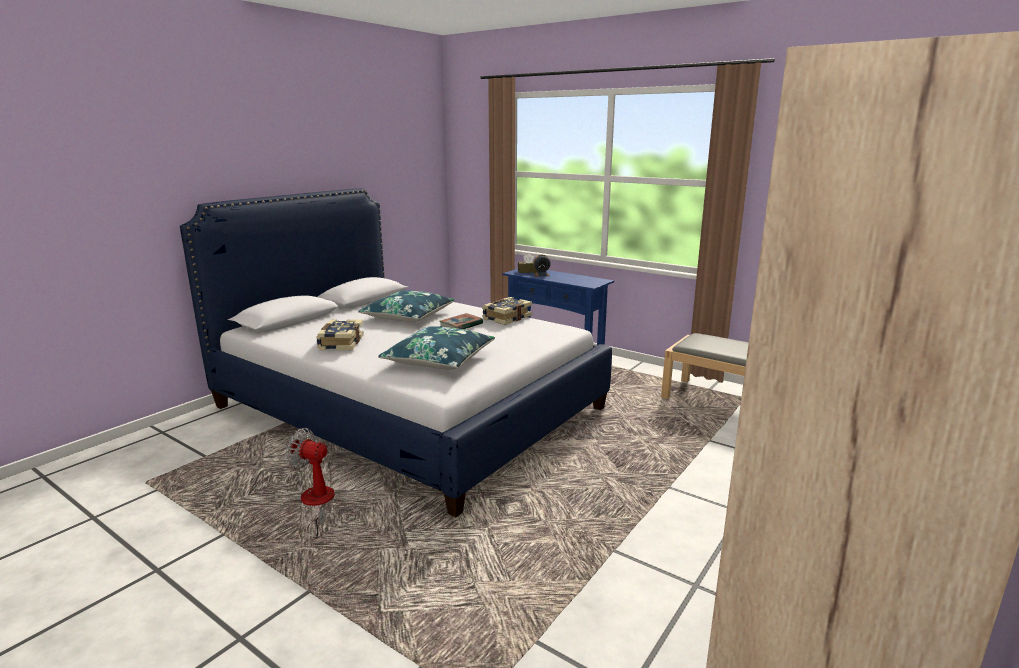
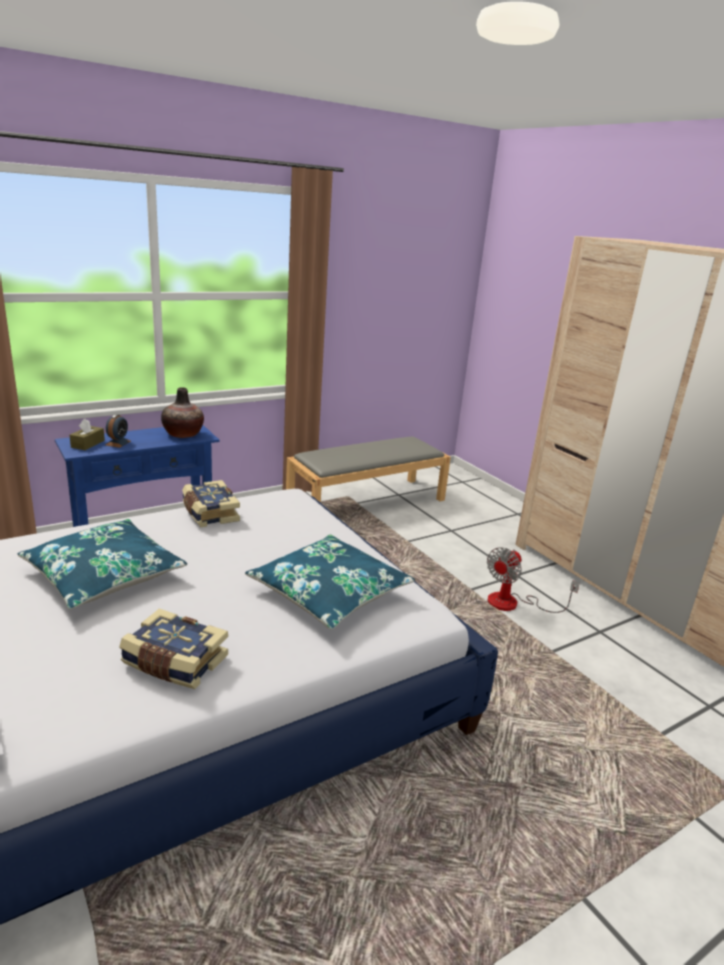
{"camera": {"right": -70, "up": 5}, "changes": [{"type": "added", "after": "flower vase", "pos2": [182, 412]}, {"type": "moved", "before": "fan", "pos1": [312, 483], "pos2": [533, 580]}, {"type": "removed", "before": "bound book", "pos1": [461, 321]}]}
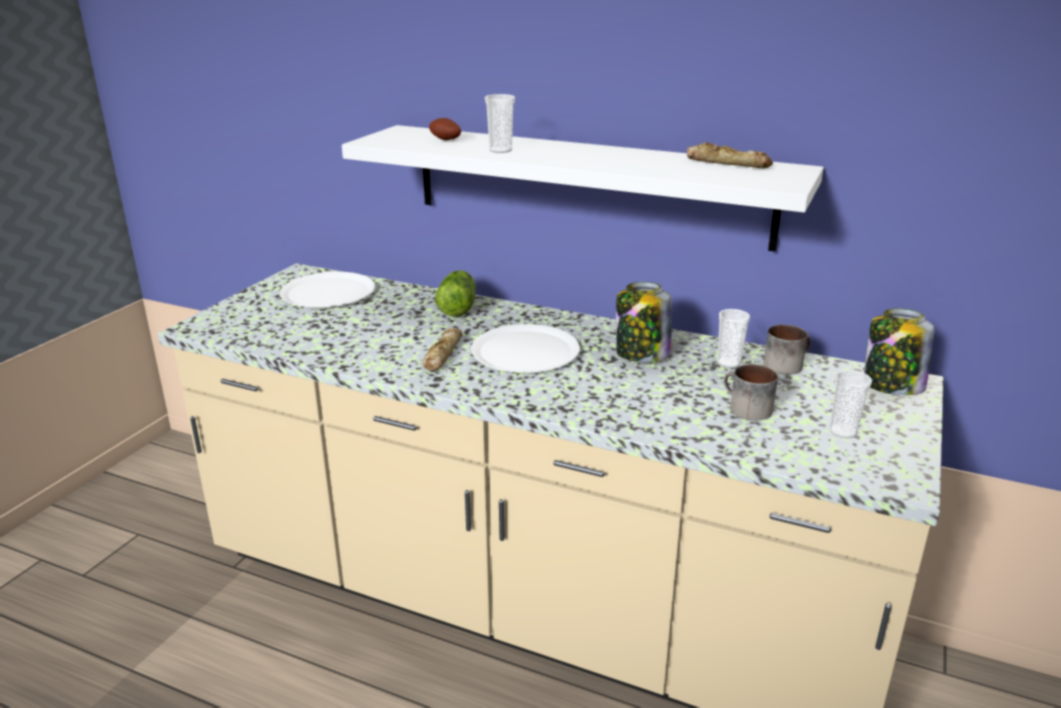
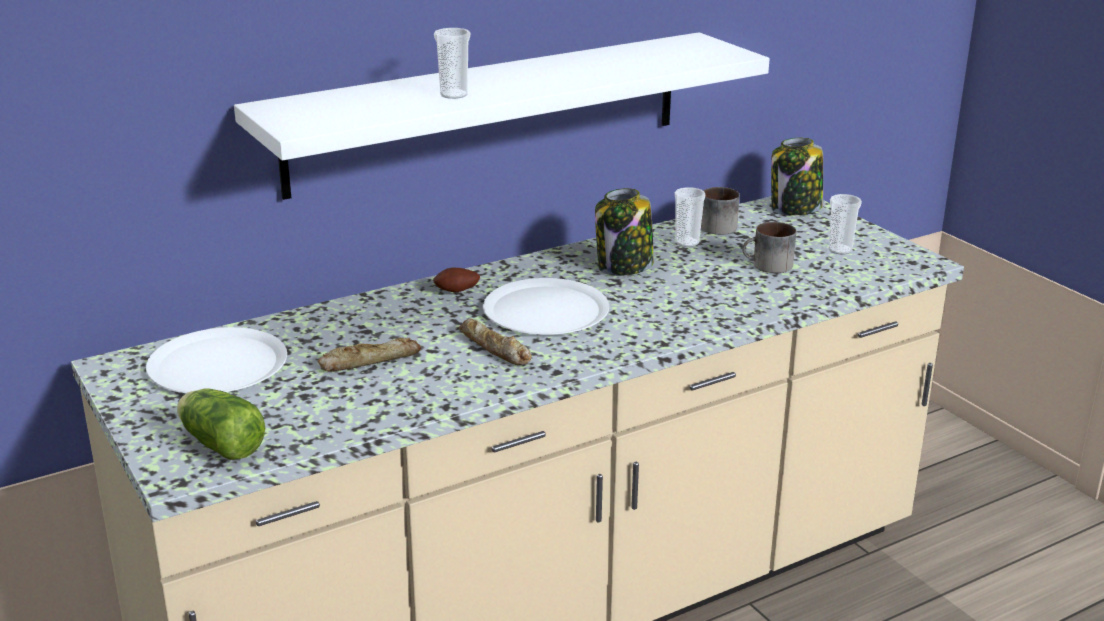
{"camera": {"right": -55, "up": 0}, "changes": [{"type": "moved", "before": "lettuce", "pos1": [455, 293], "pos2": [221, 424]}, {"type": "moved", "before": "baked bread", "pos1": [730, 155], "pos2": [369, 355]}, {"type": "moved", "before": "spud", "pos1": [445, 129], "pos2": [456, 280]}]}
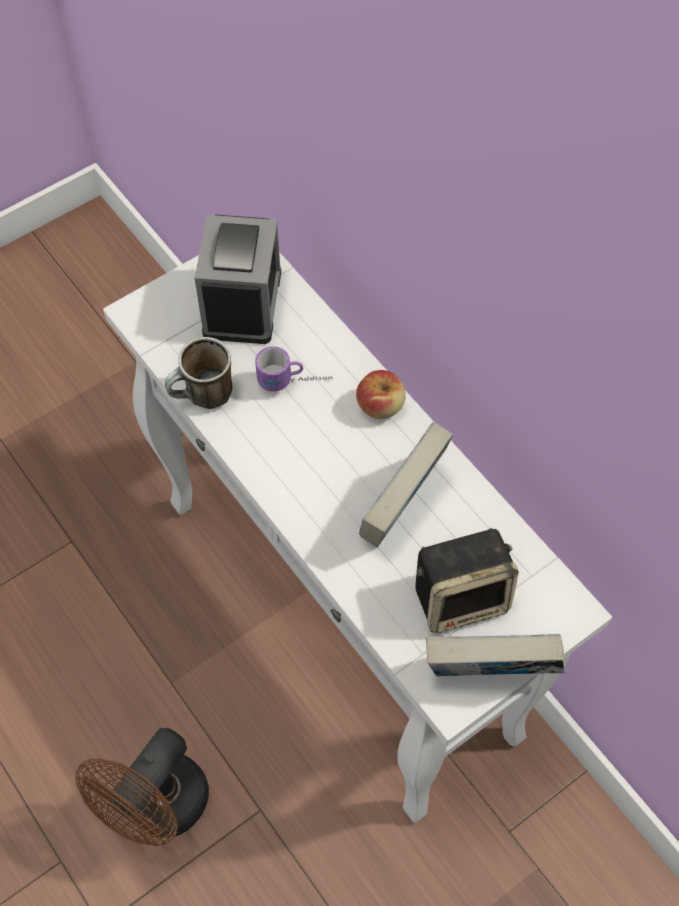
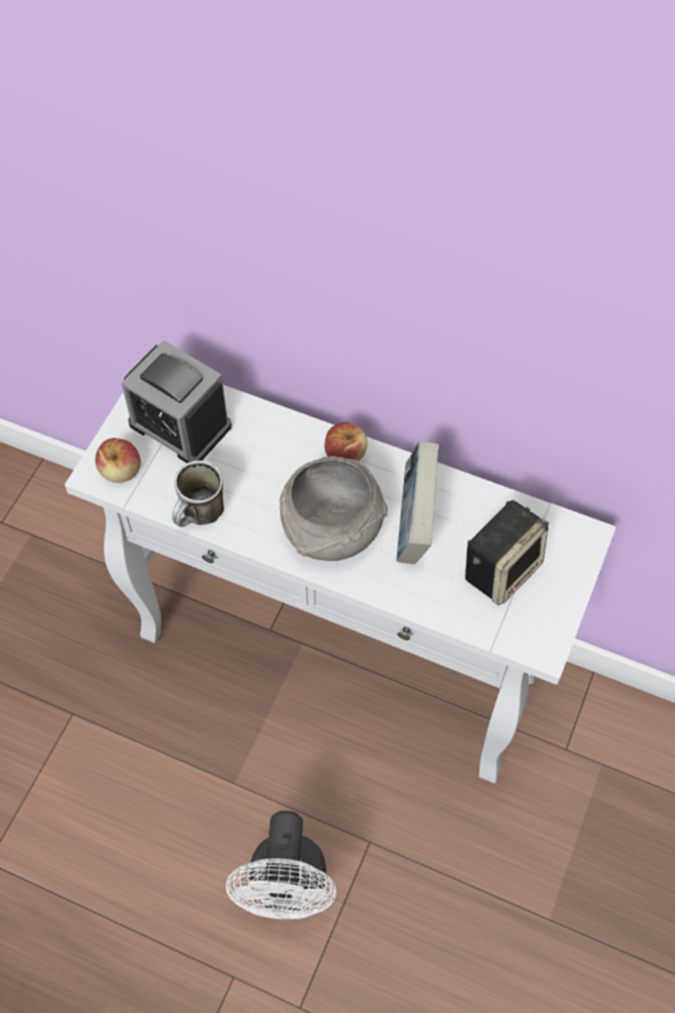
{"camera": {"right": -30, "up": 0}, "changes": [{"type": "added", "after": "whole apple", "pos2": [118, 460]}, {"type": "turned", "before": "alarm clock", "pos1": [238, 279], "pos2": [176, 401], "turn": 150}, {"type": "recoloured", "before": "fan in brownish", "after": "fan in white-coloured", "pos1": [142, 787], "pos2": [281, 865]}, {"type": "added", "after": "deep dish in greyish", "pos2": [334, 508]}, {"type": "removed", "before": "mug", "pos1": [293, 369]}, {"type": "removed", "before": "bound book", "pos1": [495, 655]}]}
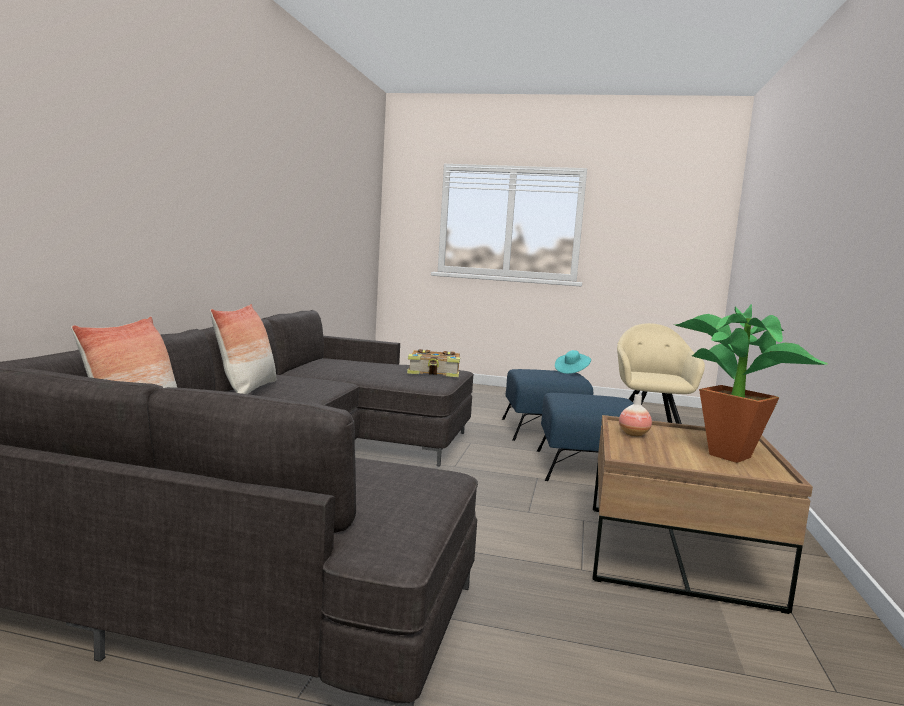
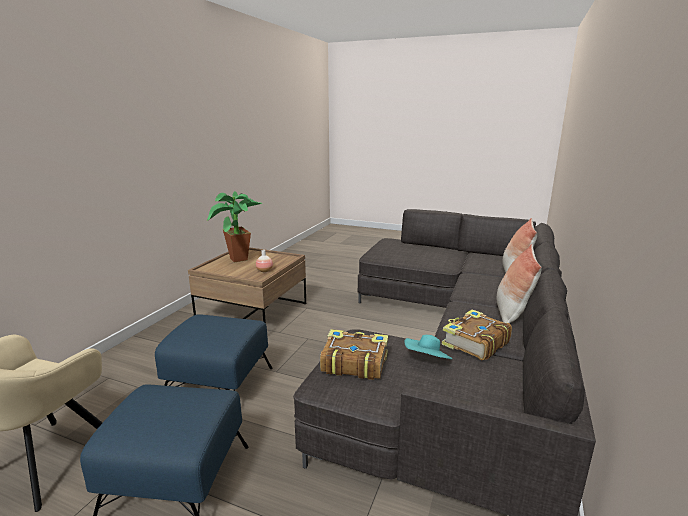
{"camera": {"right": -170, "up": 10}, "changes": [{"type": "moved", "before": "hat in turquoise-coloured", "pos1": [573, 362], "pos2": [428, 347]}, {"type": "added", "after": "bound book", "pos2": [477, 334]}]}
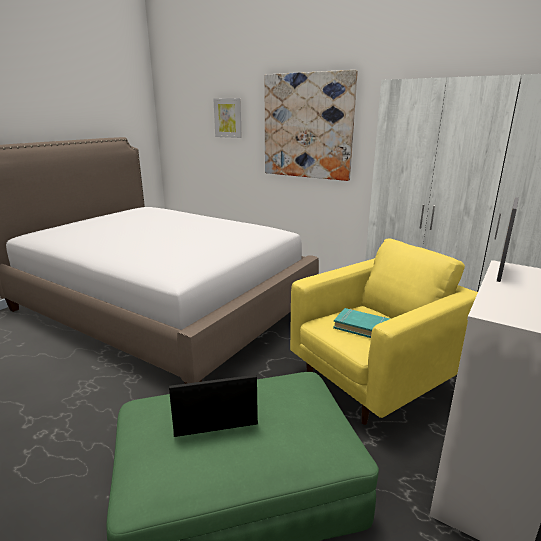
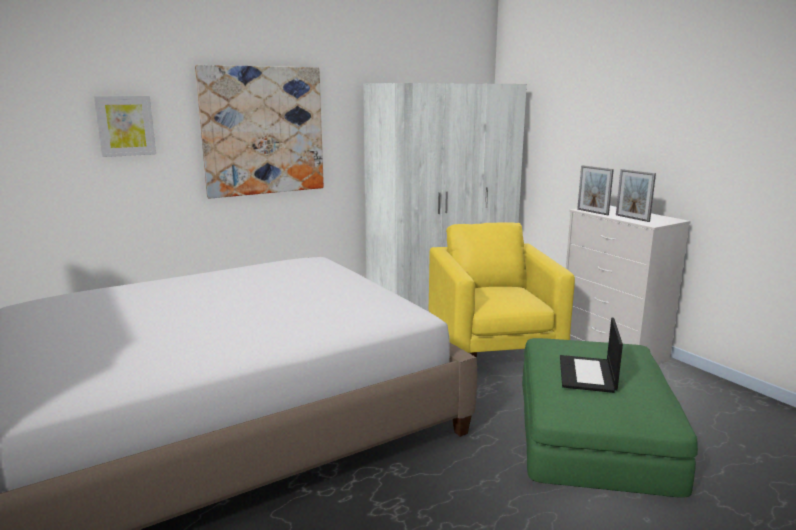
{"camera": {"right": -65, "up": -5}, "changes": [{"type": "added", "after": "photo frame", "pos2": [636, 195]}, {"type": "removed", "before": "bound book in turquoise-coloured", "pos1": [361, 323]}]}
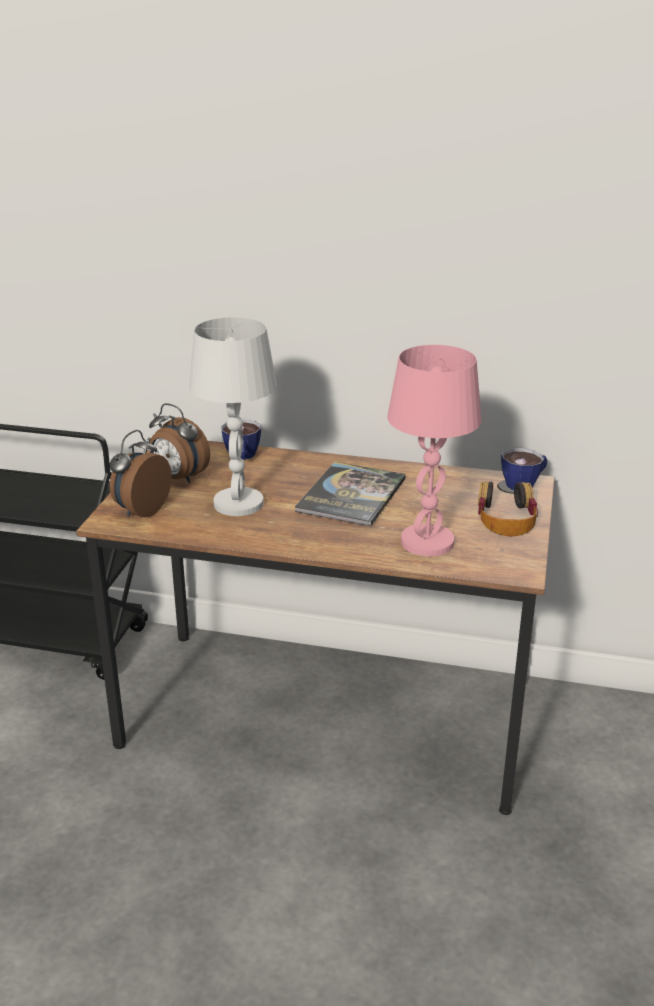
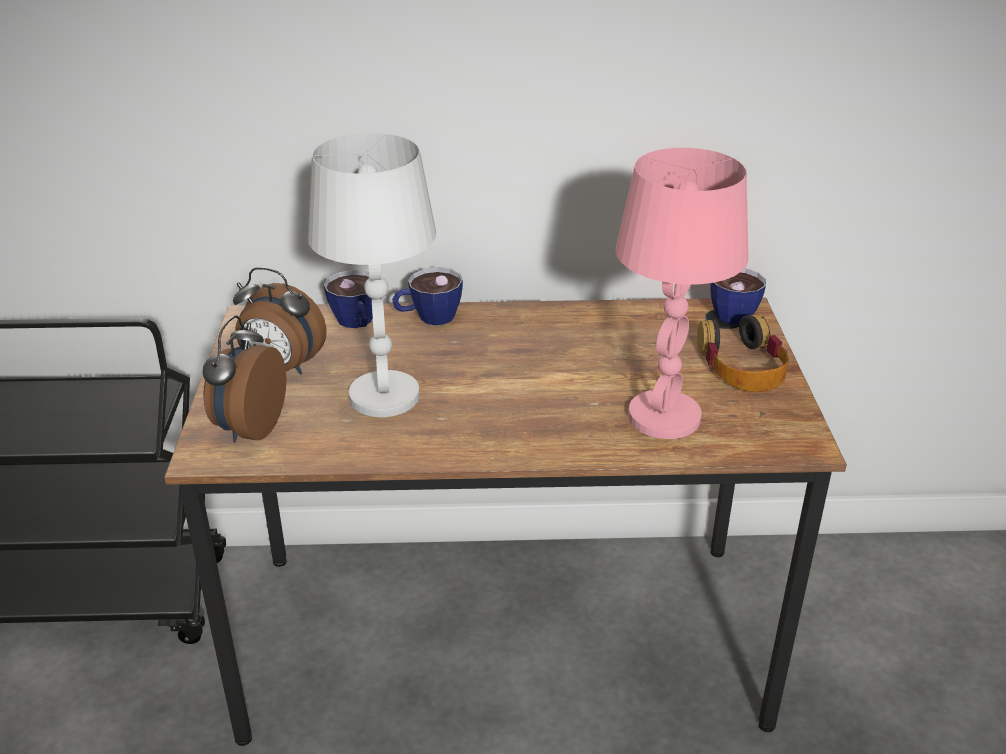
{"camera": {"right": -15, "up": 5}, "changes": [{"type": "added", "after": "cup", "pos2": [427, 296]}, {"type": "removed", "before": "bound book", "pos1": [350, 494]}]}
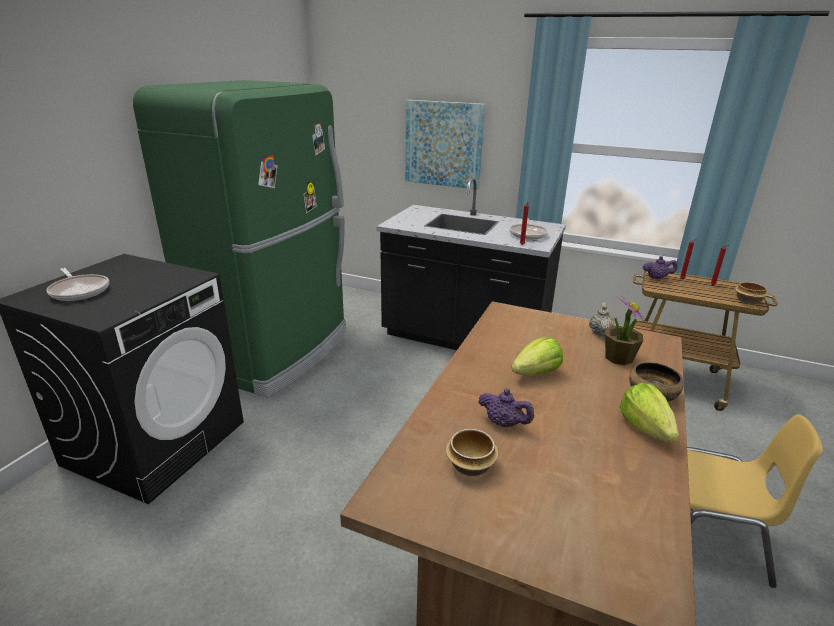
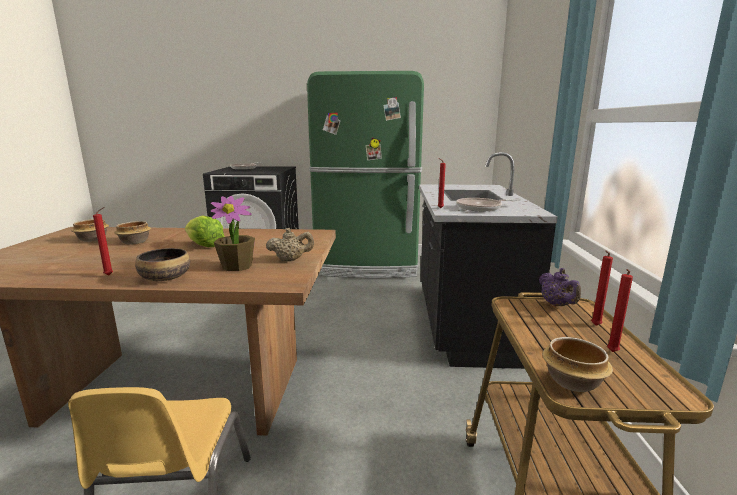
{"camera": {"right": 70, "up": -10}, "changes": [{"type": "replaced", "before": "lettuce", "after": "candle in reddish", "pos1": [649, 412], "pos2": [103, 241]}, {"type": "replaced", "before": "teapot in purplish", "after": "deep dish", "pos1": [506, 407], "pos2": [132, 233]}, {"type": "removed", "before": "picture", "pos1": [445, 144]}]}
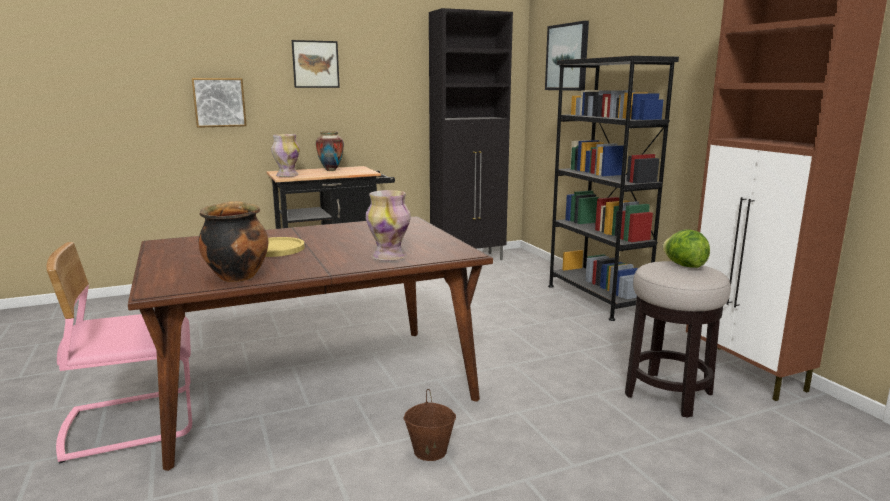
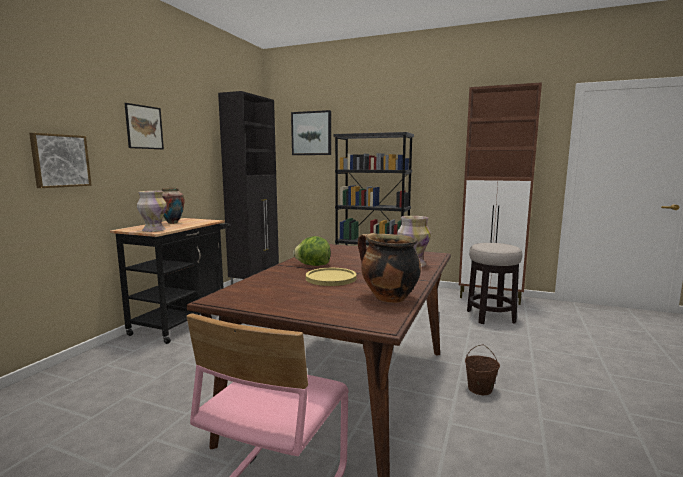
{"camera": {"right": -45, "up": -5}, "changes": [{"type": "moved", "before": "lettuce", "pos1": [686, 248], "pos2": [312, 251]}]}
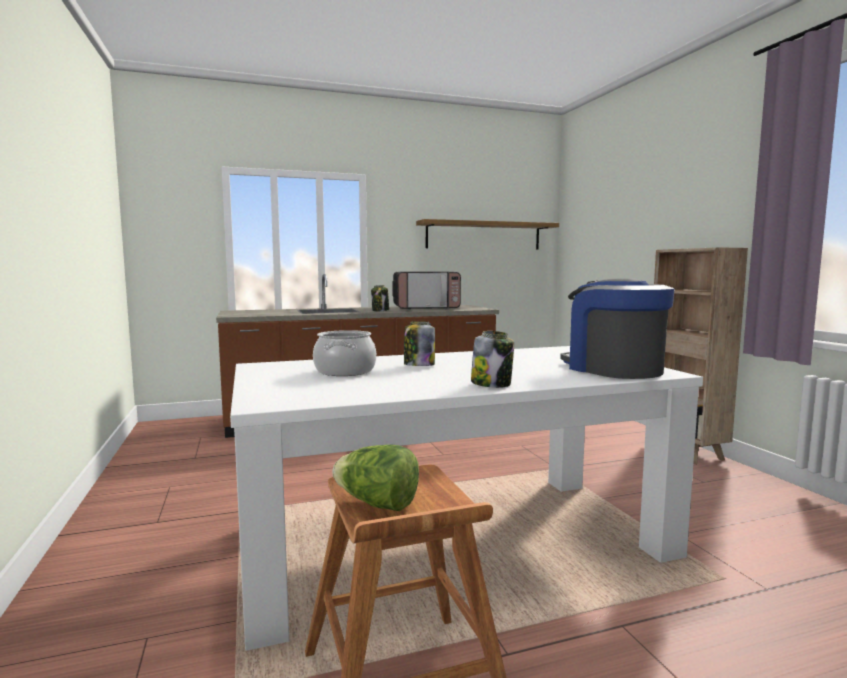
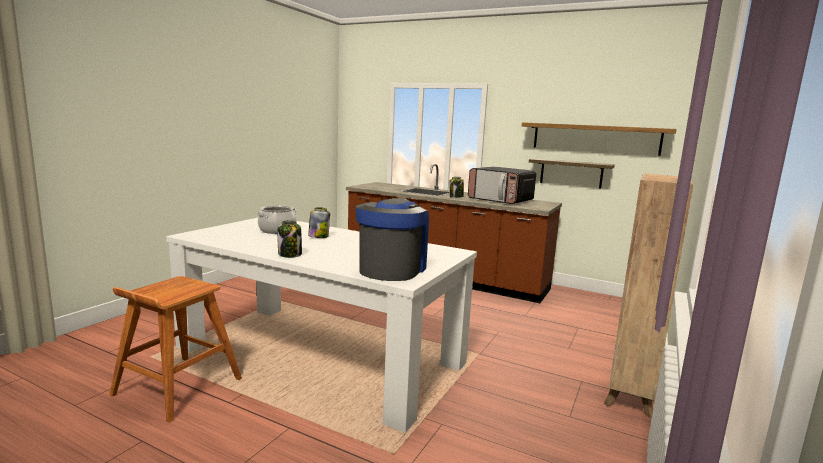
{"camera": {"right": 45, "up": 5}, "changes": [{"type": "added", "after": "shelf", "pos2": [572, 173]}, {"type": "removed", "before": "lettuce", "pos1": [375, 477]}]}
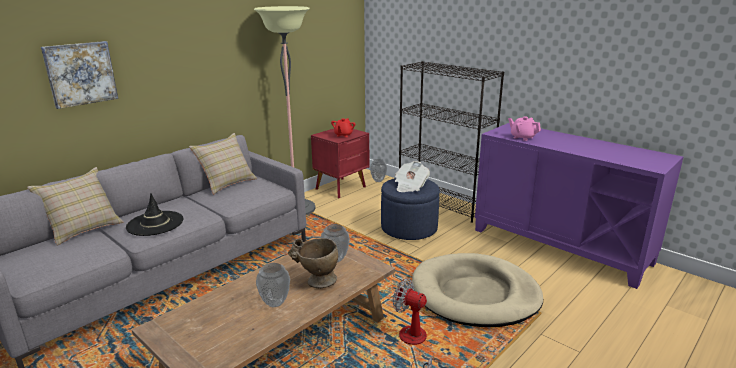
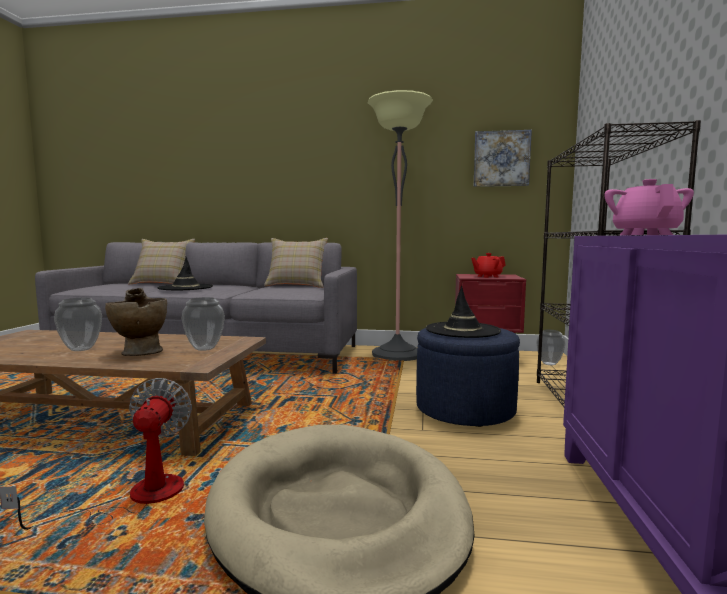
{"camera": {"right": 55, "up": -15}, "changes": [{"type": "replaced", "before": "daily paper", "after": "hat in black-coloured", "pos1": [412, 176], "pos2": [463, 312]}, {"type": "moved", "before": "picture", "pos1": [79, 75], "pos2": [503, 158]}]}
